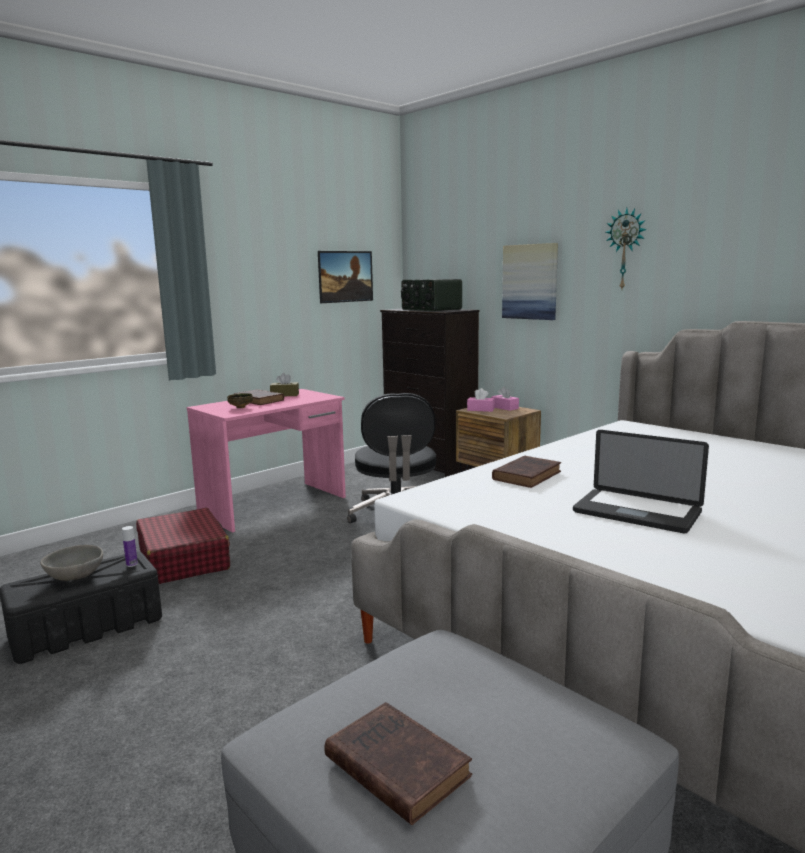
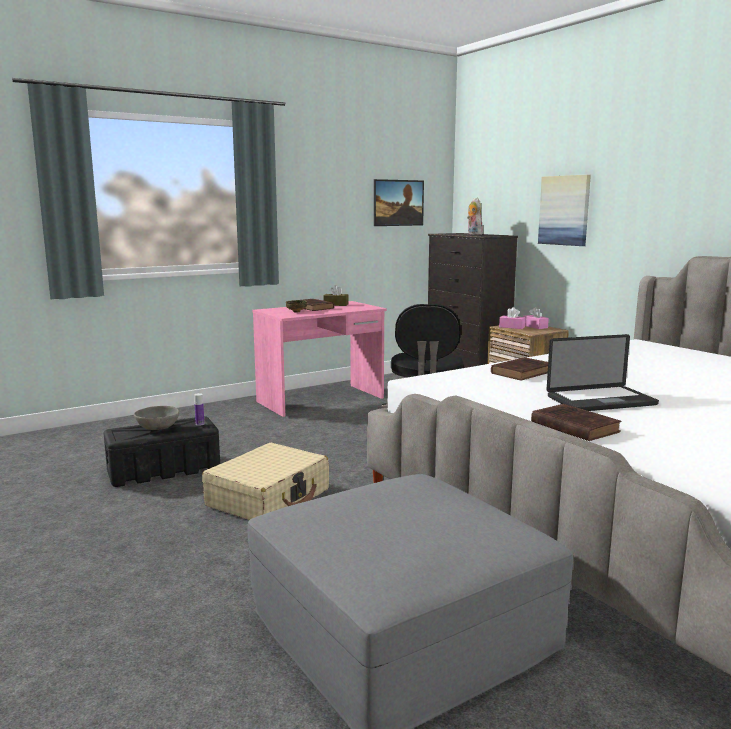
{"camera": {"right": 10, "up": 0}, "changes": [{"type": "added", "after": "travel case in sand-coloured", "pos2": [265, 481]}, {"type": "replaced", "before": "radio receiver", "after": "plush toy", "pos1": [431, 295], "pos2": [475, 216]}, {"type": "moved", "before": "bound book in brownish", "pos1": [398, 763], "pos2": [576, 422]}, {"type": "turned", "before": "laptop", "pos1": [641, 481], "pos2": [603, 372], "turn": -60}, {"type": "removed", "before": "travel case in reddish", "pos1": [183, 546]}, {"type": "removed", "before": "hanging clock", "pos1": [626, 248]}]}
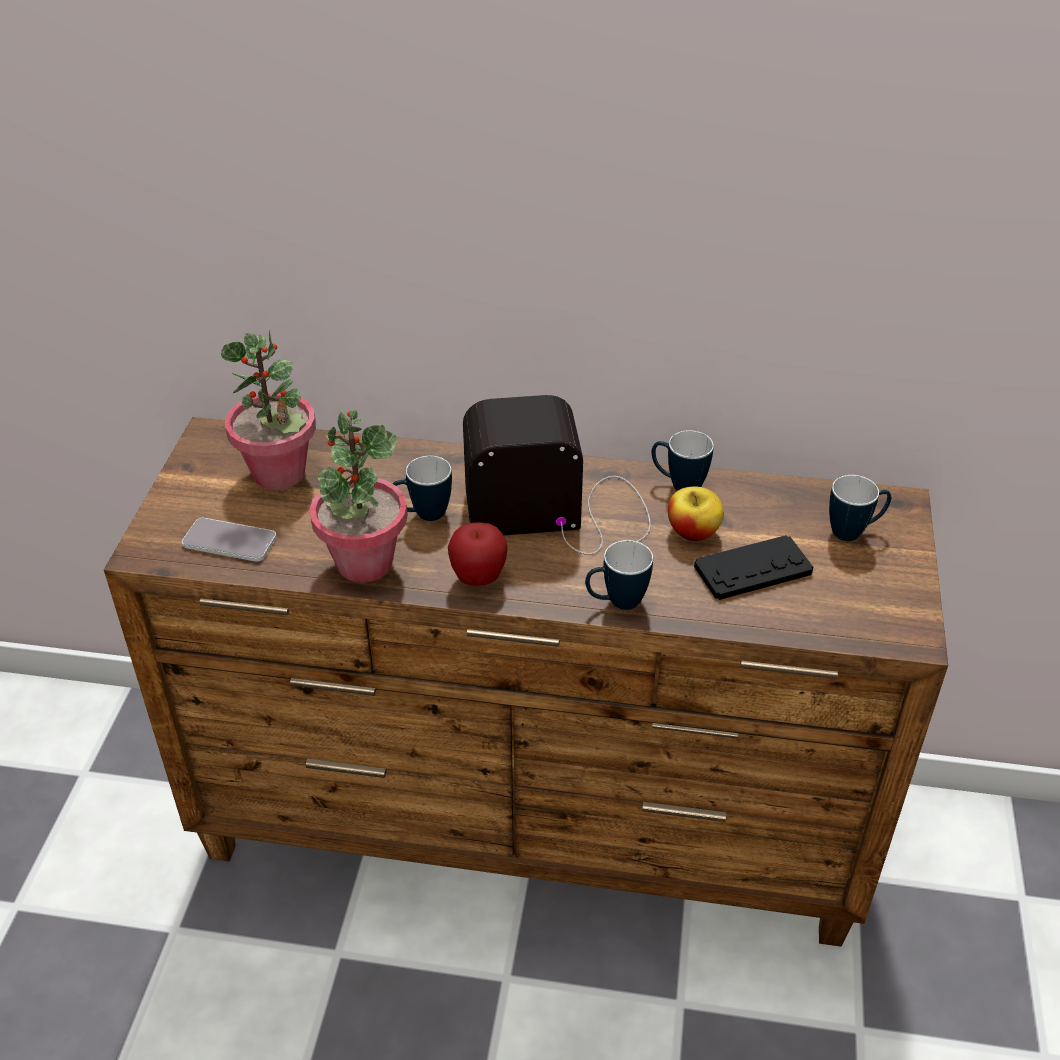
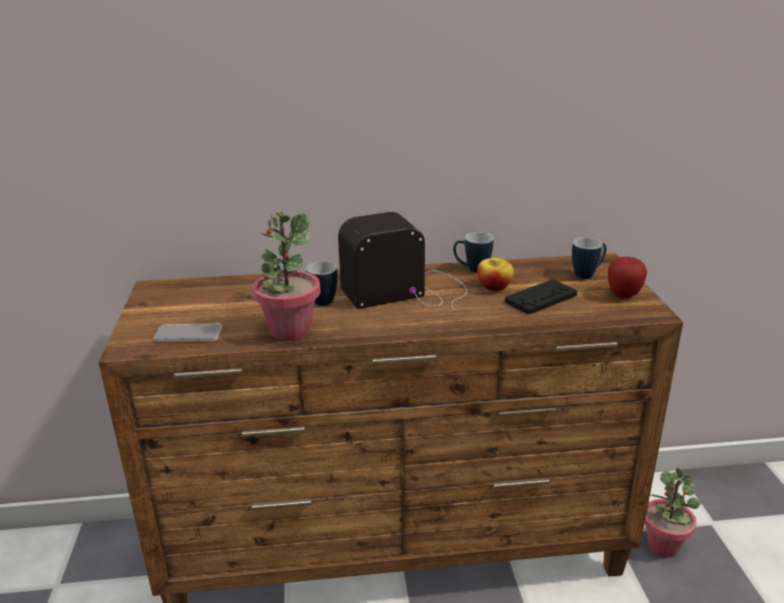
{"camera": {"right": -15, "up": -15}, "changes": [{"type": "moved", "before": "whole apple", "pos1": [478, 554], "pos2": [627, 277]}, {"type": "moved", "before": "houseplant", "pos1": [268, 410], "pos2": [672, 512]}, {"type": "removed", "before": "mug", "pos1": [619, 575]}]}
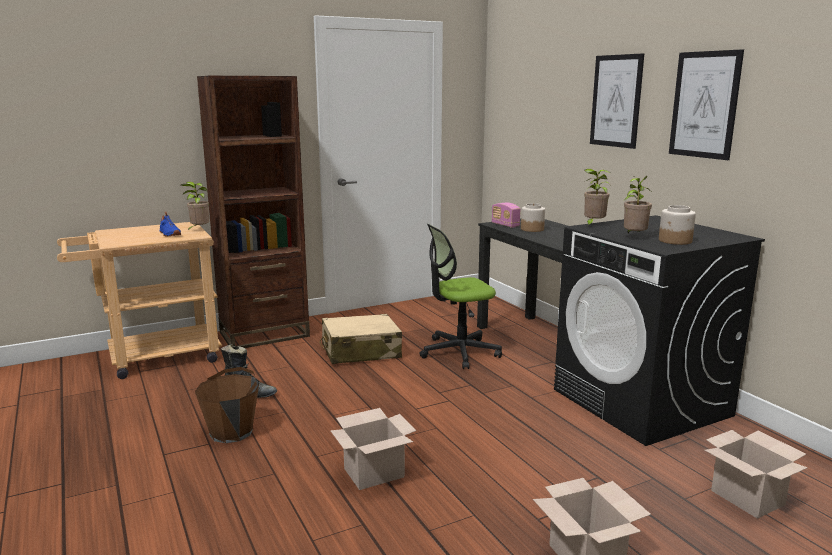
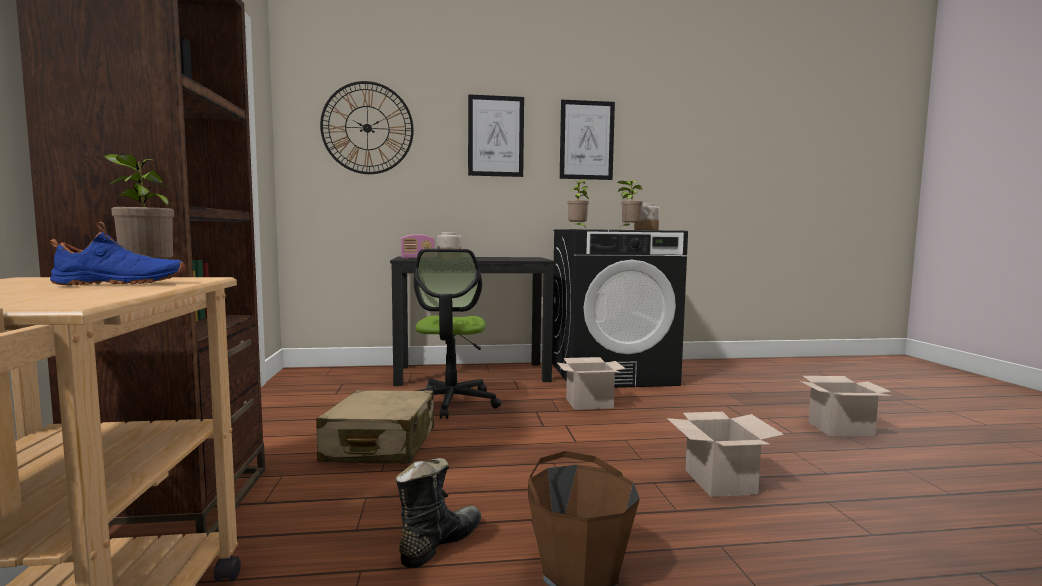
{"camera": {"right": -70, "up": -10}, "changes": [{"type": "added", "after": "hanging clock", "pos2": [367, 127]}, {"type": "moved", "before": "cardboard box", "pos1": [756, 474], "pos2": [591, 383]}]}
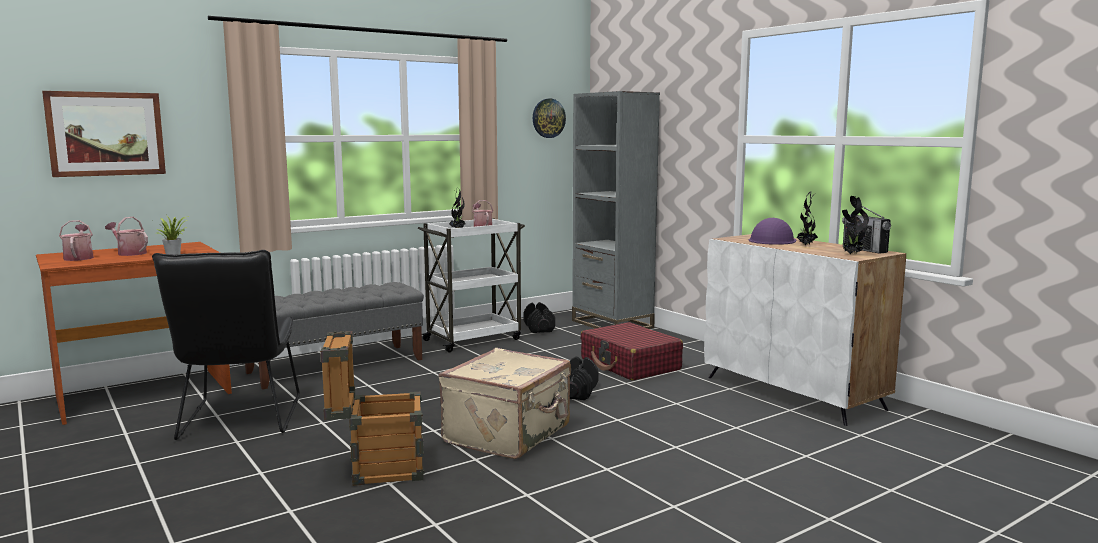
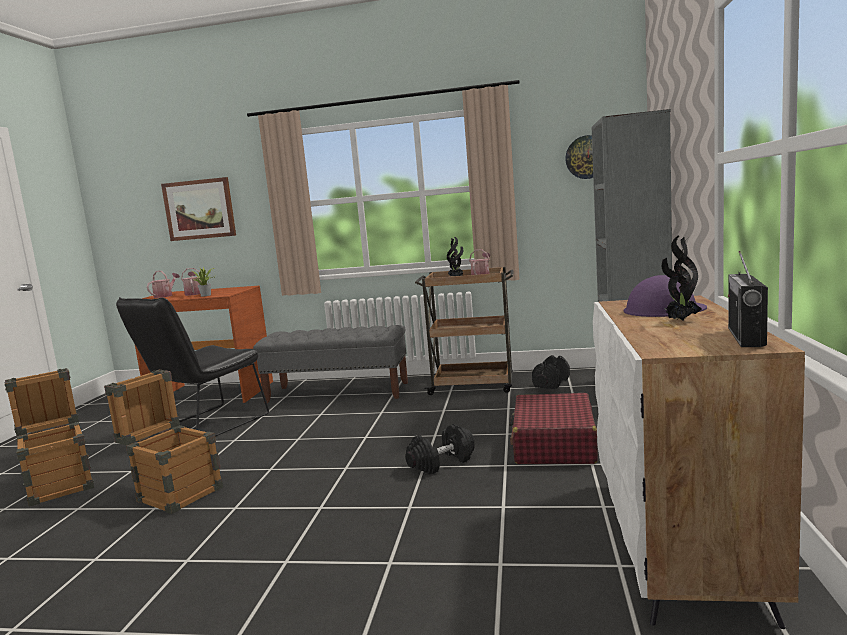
{"camera": {"right": 45, "up": 0}, "changes": [{"type": "added", "after": "packing crate", "pos2": [49, 437]}, {"type": "recoloured", "before": "cart in white-coloured", "after": "cart in brownish", "pos1": [471, 285], "pos2": [464, 331]}, {"type": "removed", "before": "travel case in sand-coloured", "pos1": [504, 403]}, {"type": "removed", "before": "houseplant", "pos1": [855, 225]}]}
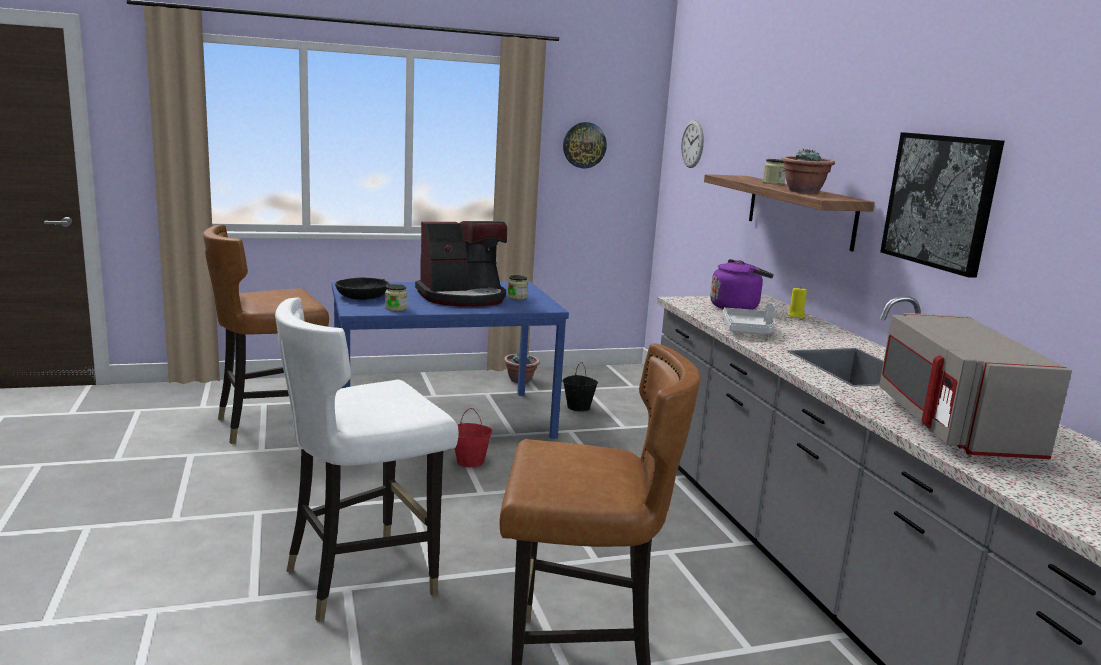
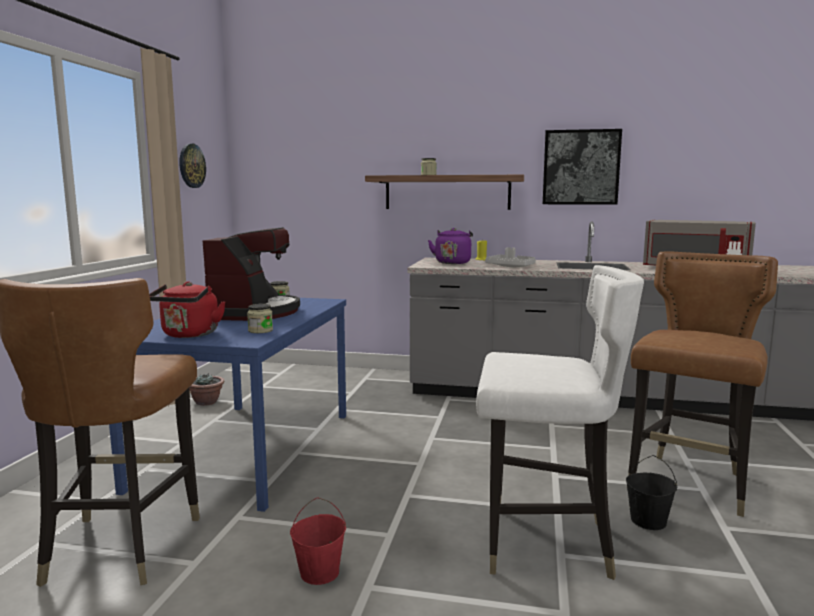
{"camera": {"right": -60, "up": -5}, "changes": [{"type": "replaced", "before": "deep dish in black-coloured", "after": "water kettle in reddish", "pos1": [362, 289], "pos2": [187, 309]}, {"type": "moved", "before": "pail in reddish", "pos1": [473, 437], "pos2": [318, 541]}, {"type": "turned", "before": "chair in white-coloured", "pos1": [367, 460], "pos2": [560, 422], "turn": -75}, {"type": "moved", "before": "pail in black-coloured", "pos1": [580, 386], "pos2": [651, 492]}, {"type": "removed", "before": "hanging clock", "pos1": [692, 144]}, {"type": "removed", "before": "houseplant", "pos1": [808, 171]}]}
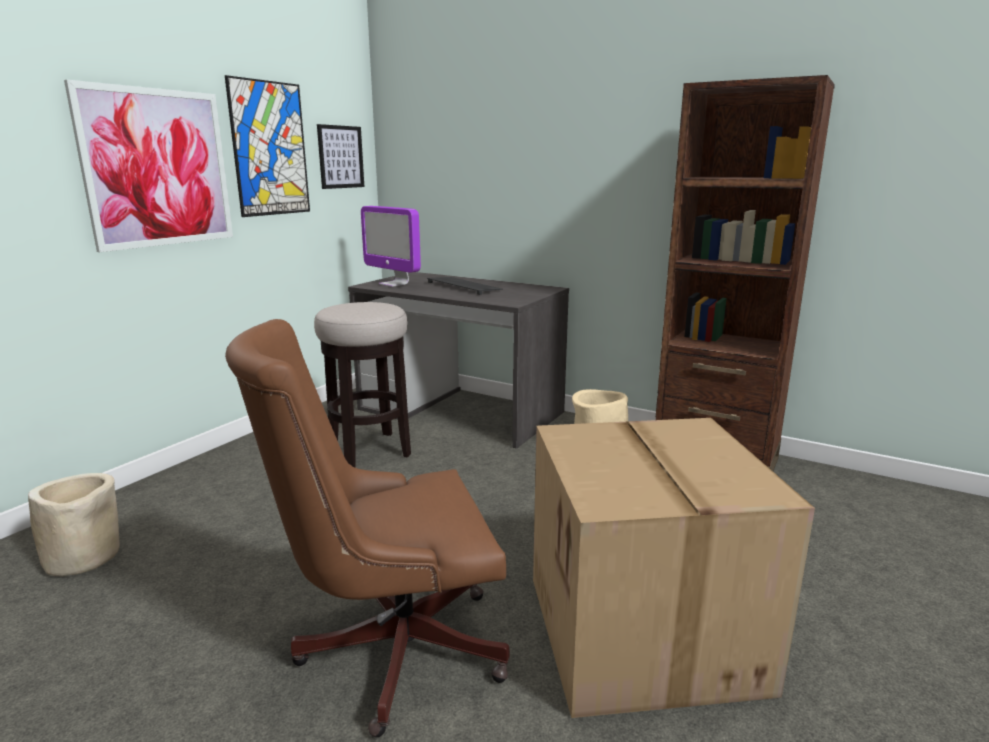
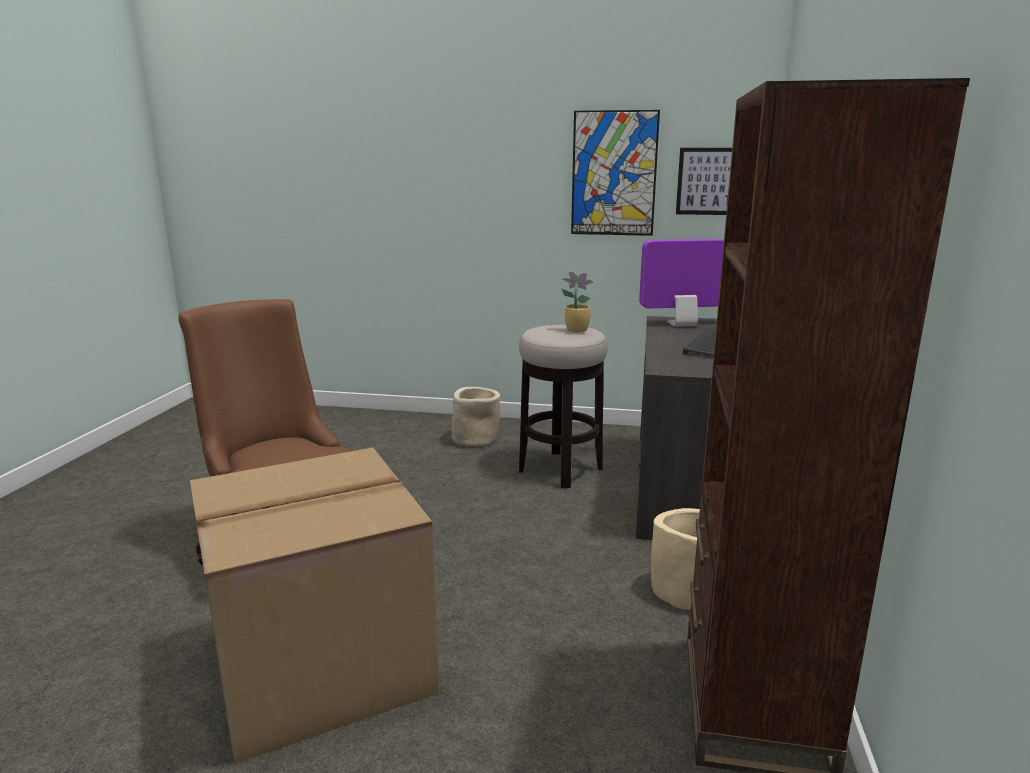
{"camera": {"right": 70, "up": 0}, "changes": [{"type": "moved", "before": "flower pot in sand-coloured", "pos1": [74, 524], "pos2": [475, 417]}, {"type": "added", "after": "houseplant", "pos2": [577, 302]}, {"type": "turned", "before": "monitor", "pos1": [391, 246], "pos2": [681, 283], "turn": 60}, {"type": "removed", "before": "picture", "pos1": [148, 166]}]}
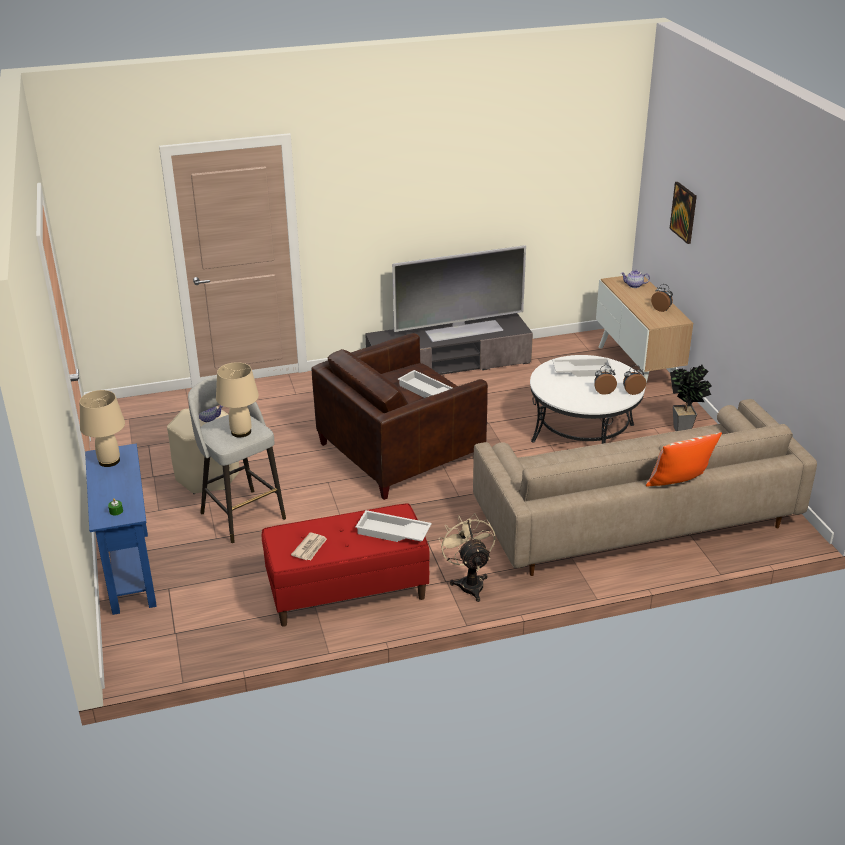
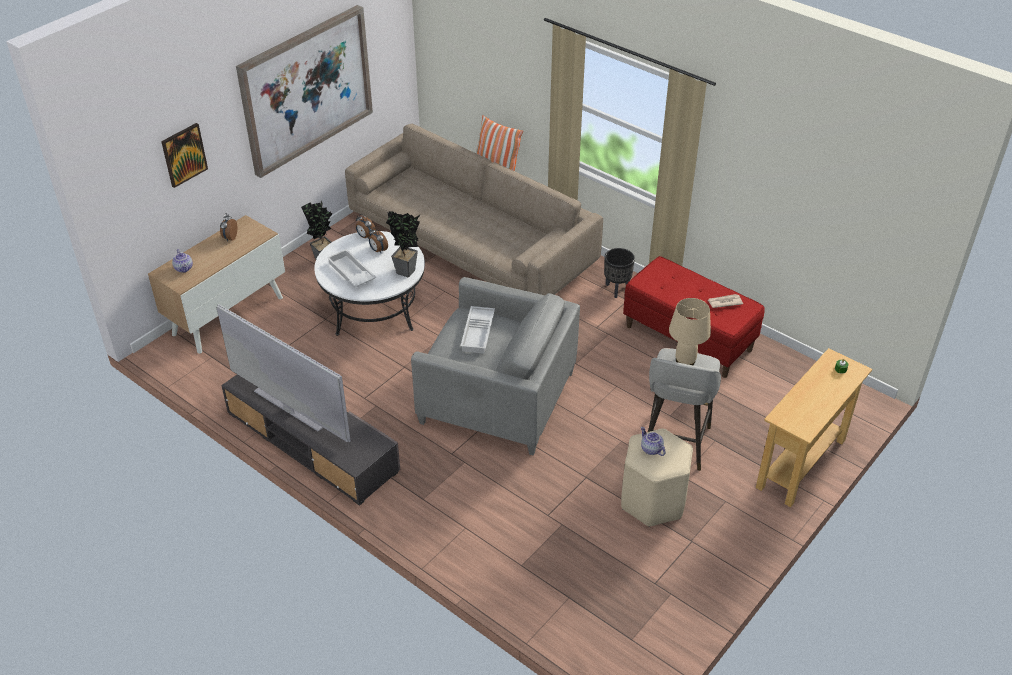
{"camera": {"right": -125, "up": 10}, "changes": [{"type": "added", "after": "picture", "pos2": [304, 91]}, {"type": "added", "after": "houseplant", "pos2": [403, 244]}, {"type": "recoloured", "before": "lounge chair in brownish", "after": "lounge chair in greyish", "pos1": [400, 416], "pos2": [495, 366]}, {"type": "replaced", "before": "fan in sand-coloured", "after": "flower pot in black-coloured", "pos1": [467, 557], "pos2": [619, 273]}, {"type": "recoloured", "before": "console table in bluish", "after": "console table in sand-coloured", "pos1": [121, 529], "pos2": [814, 427]}, {"type": "removed", "before": "lamp for a table in sand-coloured", "pos1": [102, 428]}, {"type": "removed", "before": "carrying tray in white-coloured", "pos1": [393, 526]}]}
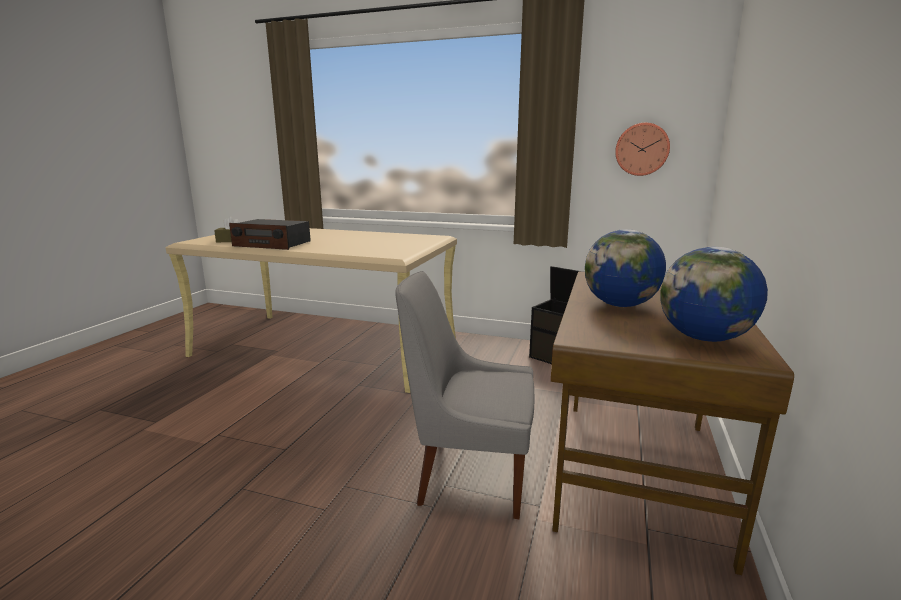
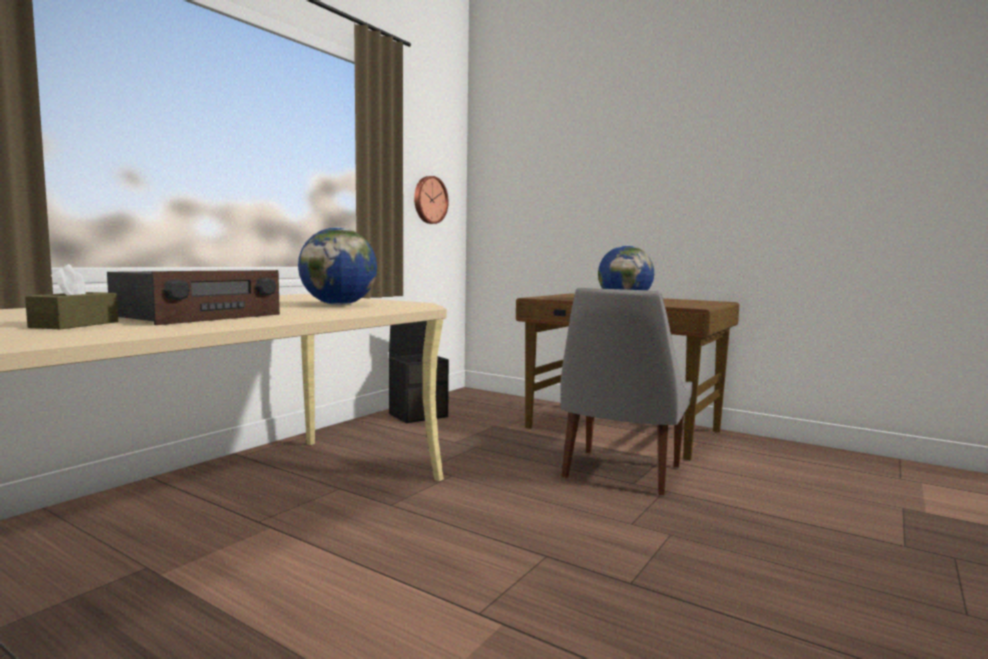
{"camera": {"right": -75, "up": -10}, "changes": [{"type": "moved", "before": "globe", "pos1": [714, 294], "pos2": [337, 266]}]}
